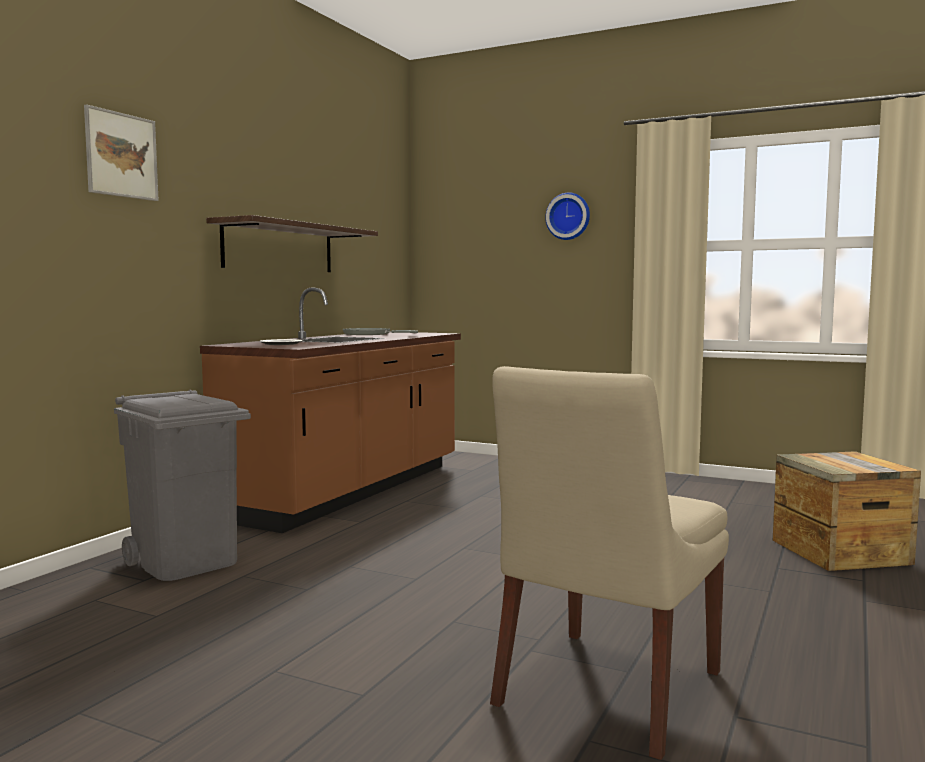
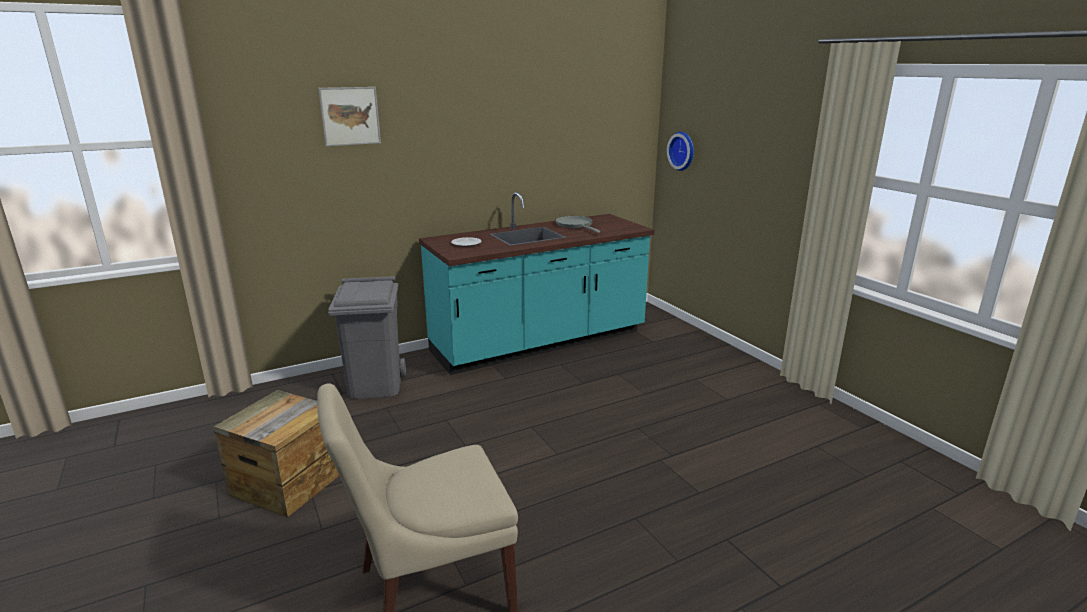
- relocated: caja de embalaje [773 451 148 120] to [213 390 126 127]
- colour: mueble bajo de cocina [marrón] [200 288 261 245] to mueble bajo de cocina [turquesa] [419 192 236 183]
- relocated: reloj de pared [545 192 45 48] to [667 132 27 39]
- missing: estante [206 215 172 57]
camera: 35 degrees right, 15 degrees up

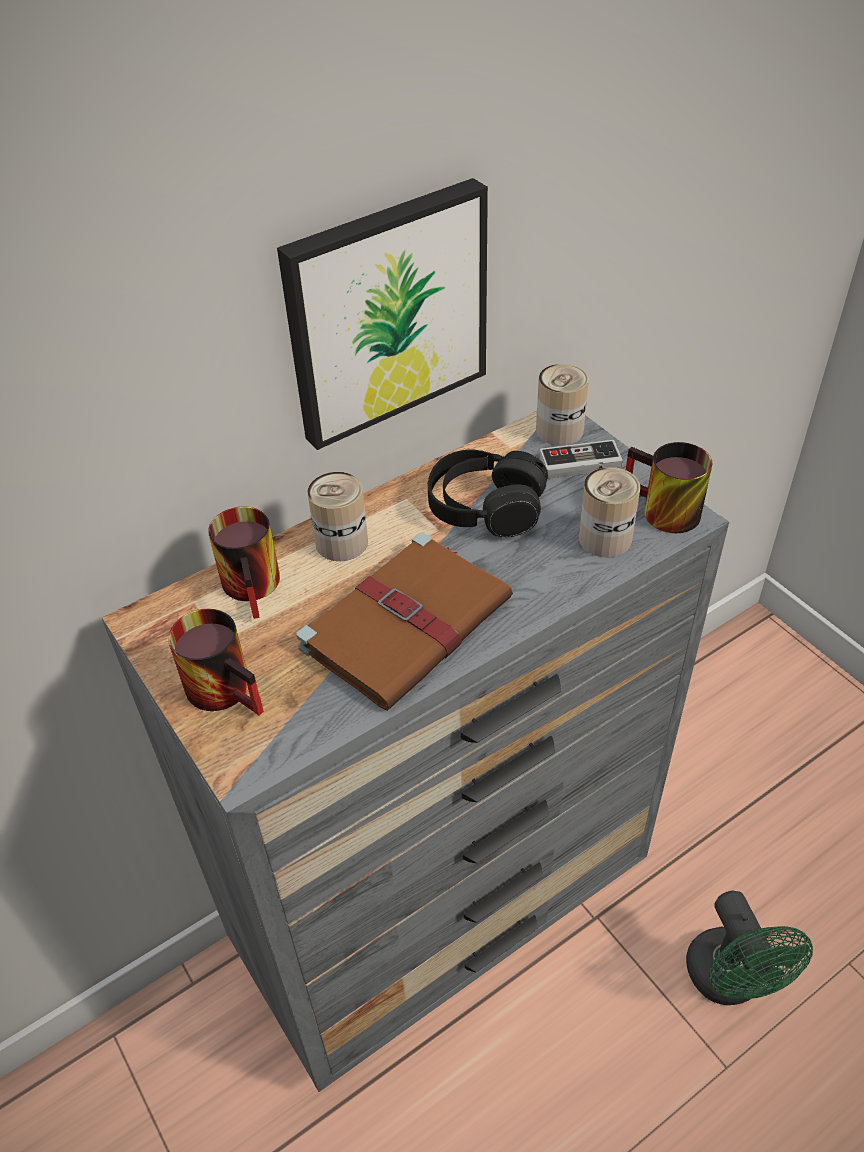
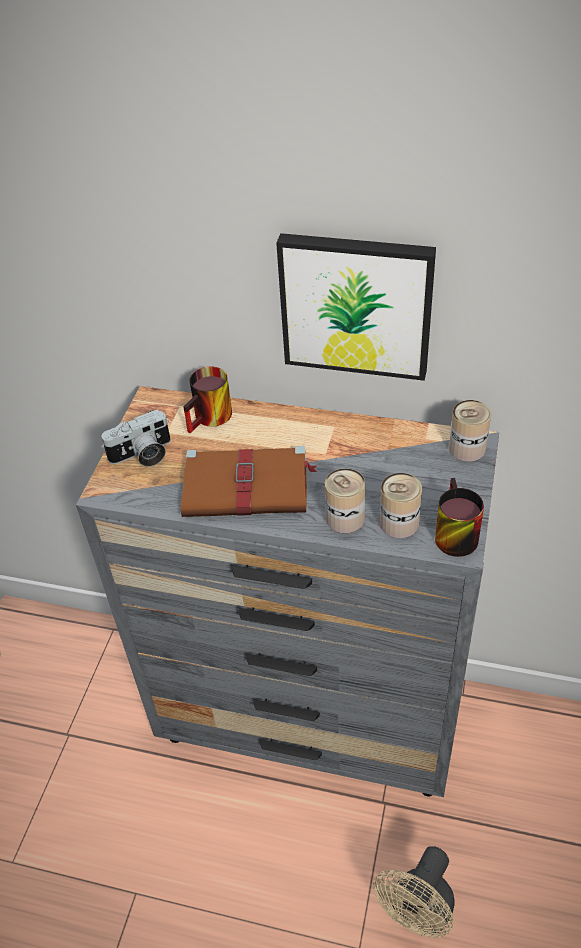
- exchanged: taza grande [168 609 96 107] to cámara [101 409 70 58]
- relocated: lata [307 472 61 89] to [325 468 40 65]
- colour: ventilador [verde] [686 891 127 114] to ventilador [beis] [373 846 81 92]
- missing: auriculares [negro] [428 450 120 87]
- missing: mando de consola [539 440 84 39]
camera: 50 degrees right, 0 degrees up

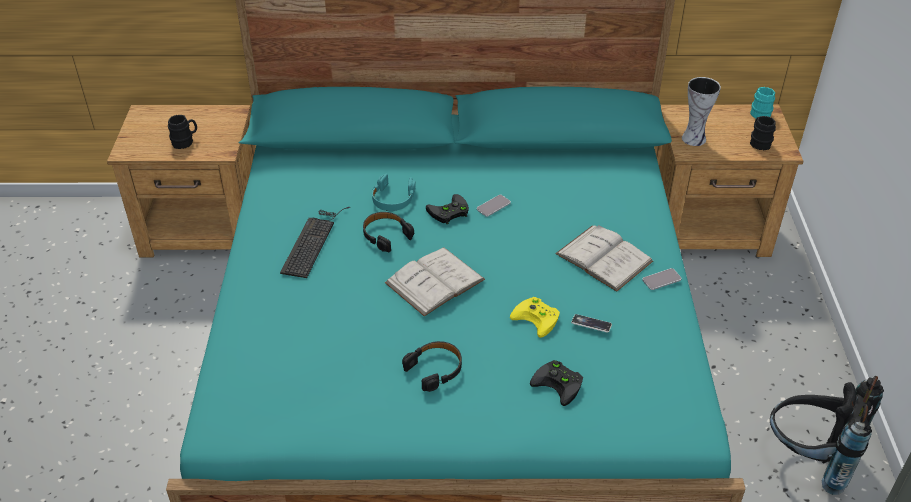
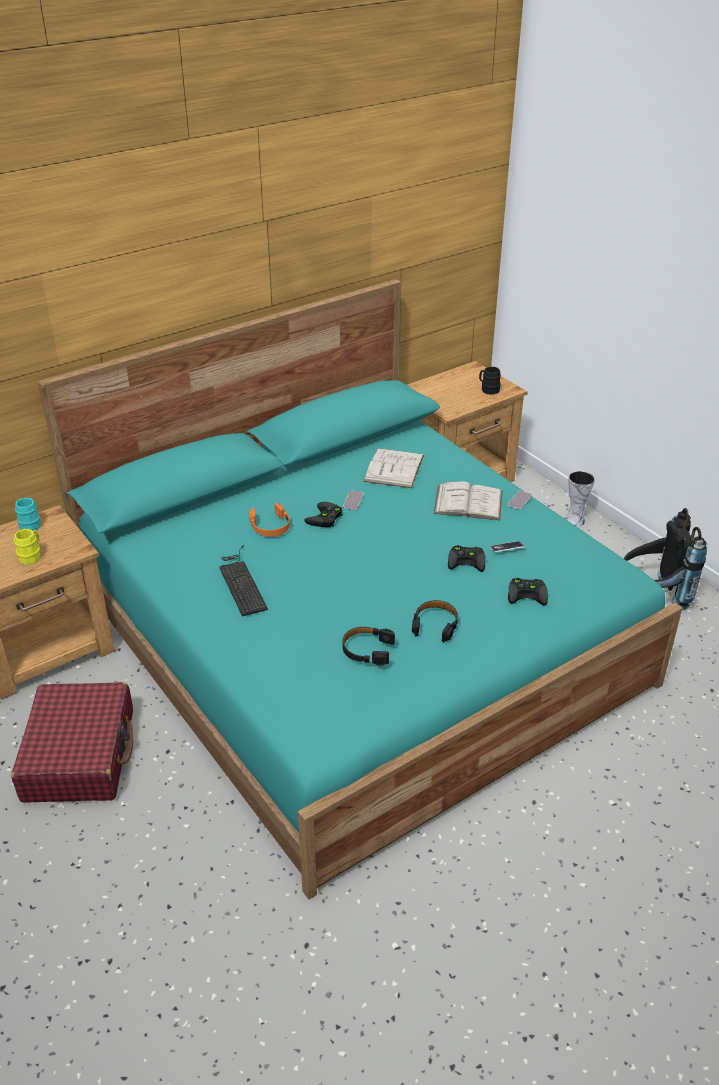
- appeared: maleta [rojo] [11 682 122 121]
- colour: taza grande [negro] [168 115 29 34] to taza grande [amarillo] [14 529 27 36]
- relocated: taza grande [turquesa] [750 87 25 31] to [15 498 26 33]
- colour: auriculares [turquesa] [372 174 44 37] to auriculares [naranja] [249 503 41 34]
- relocated: auriculares [negro] [363 212 51 40] to [343 627 52 39]
- relocated: libro [blanco] [385 248 100 68] to [364 448 60 40]
- colour: mando de consola [amarillo] [510 297 50 41] to mando de consola [negro] [448 545 38 27]
- relocated: florero [682 77 39 69] to [565 471 30 55]
camera: 35 degrees left, 5 degrees down

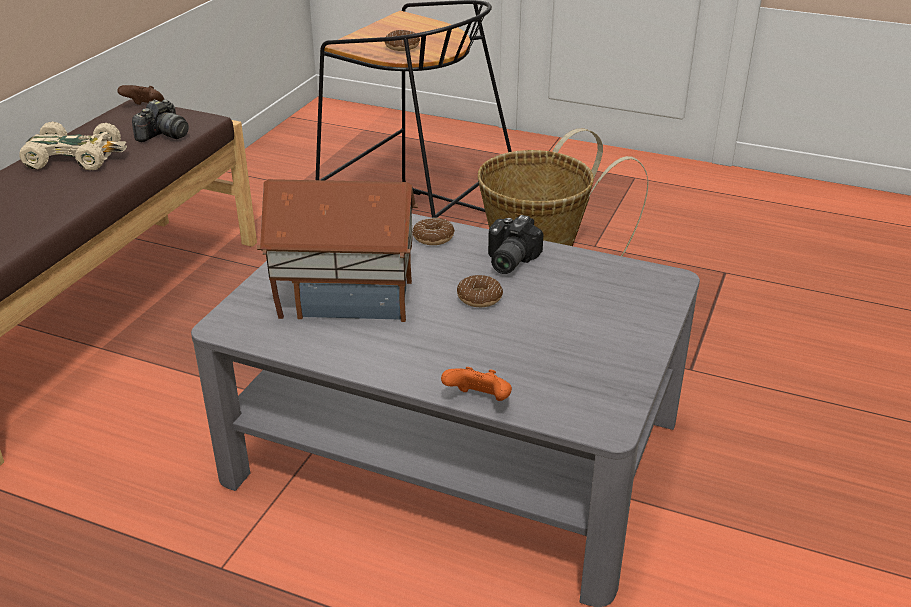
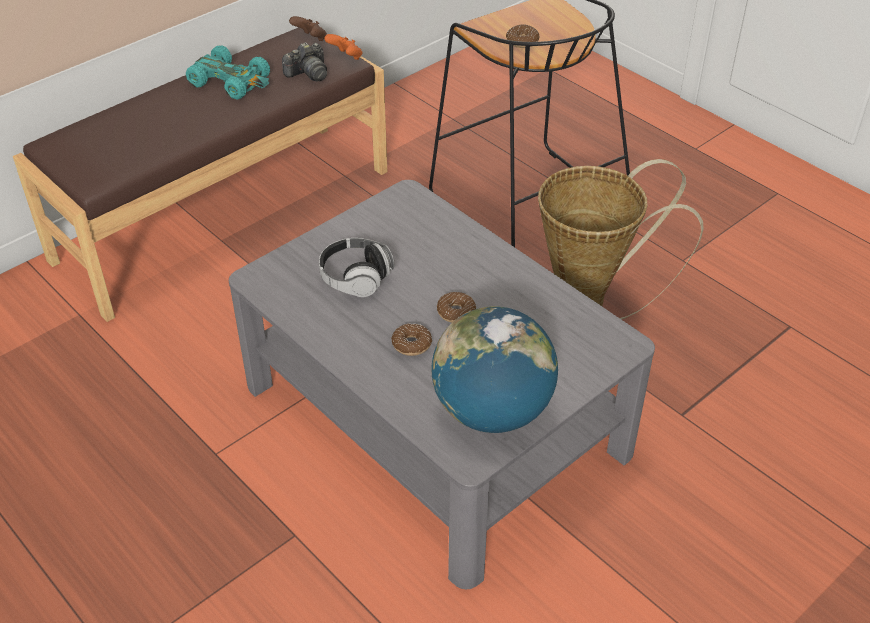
- colour: coche de juguete [beis] [19 122 108 48] to coche de juguete [turquesa] [186 46 84 54]
- exchanged: casita [257 179 161 143] to auriculares [319 238 76 59]
- relocated: mando de consola [naranja] [441 367 71 34] to [324 34 38 26]
- relocated: rosquilla [412 218 43 27] to [391 323 41 33]
- appeared: globo terráqueo [432 306 126 127]
- missing: cámara [488 215 56 59]
camera: 25 degrees right, 10 degrees up

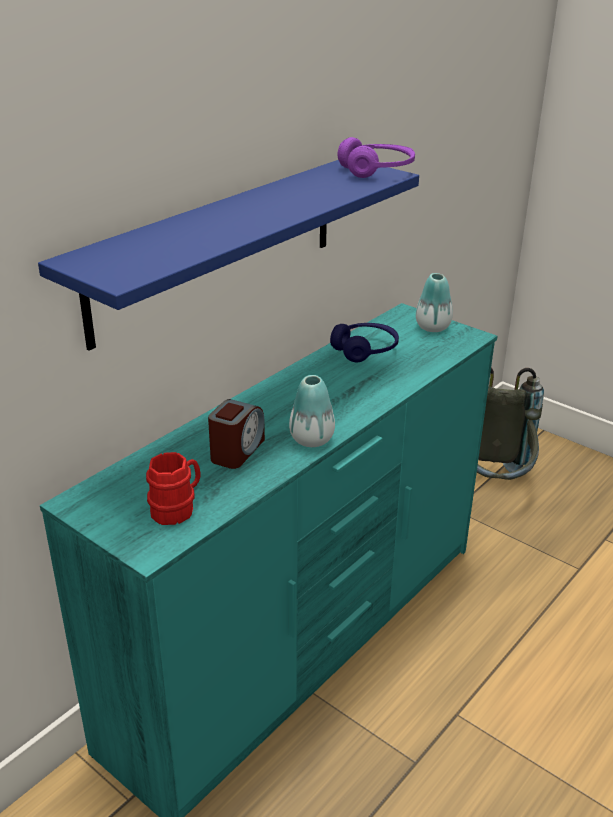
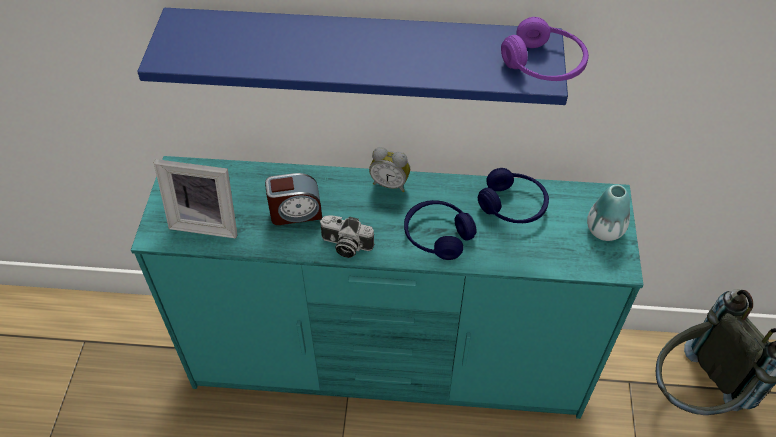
- exchanged: taza grande [rojo] [146 452 55 73] to portarretratos [154 159 84 79]
- exchanged: florero [289 375 46 72] to cámara [320 215 54 43]
- appeared: despertador [369 147 41 45]
- appeared: auriculares [azul] [404 200 73 60]
camera: 55 degrees right, 20 degrees up

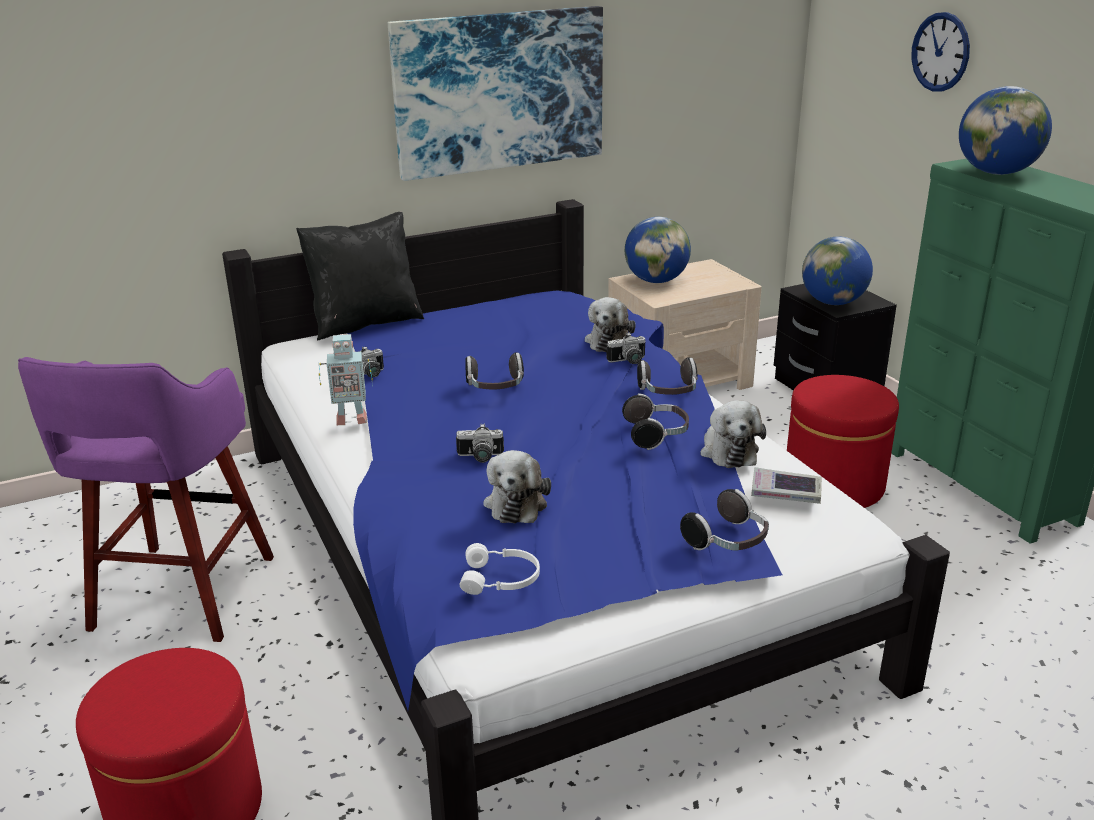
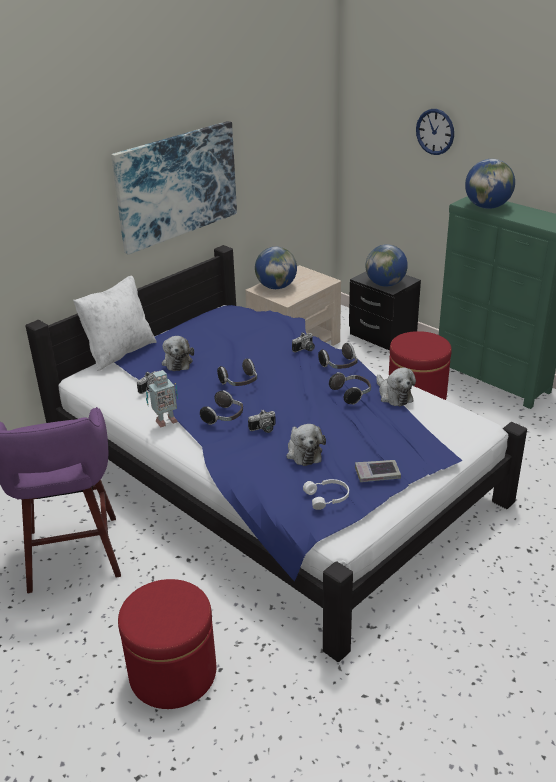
- colour: cojín [negro] [296 212 128 128] to cojín [blanco] [73 275 83 96]
- relocated: peluche [585 297 51 55] to [162 336 32 35]
- relocated: auriculares [680 489 89 61] to [200 390 43 35]
- relocated: libro [751 467 71 37] to [355 460 46 22]
camera: 20 degrees left, 5 degrees up

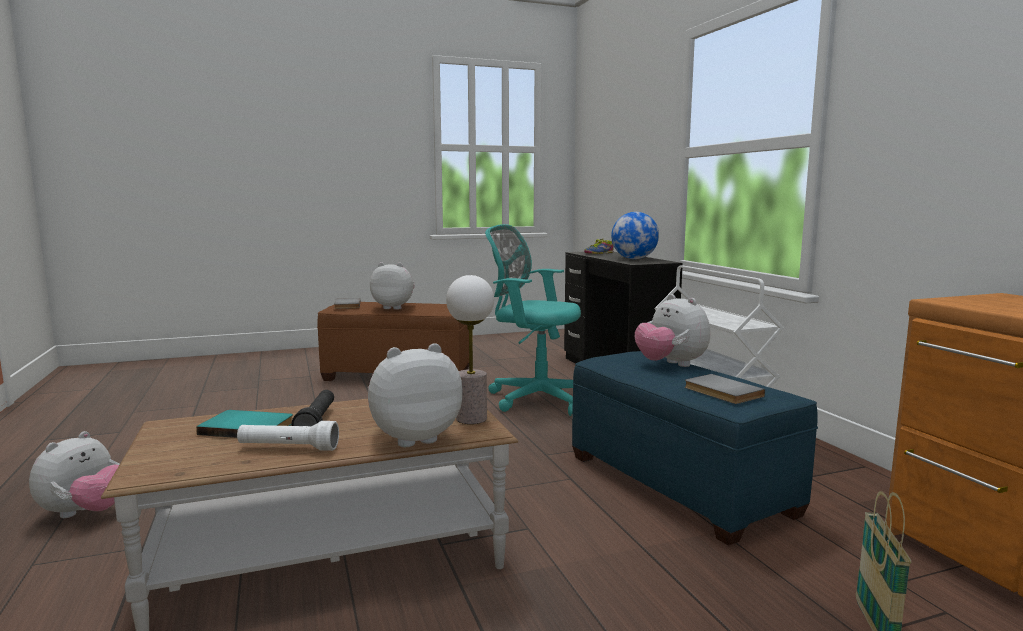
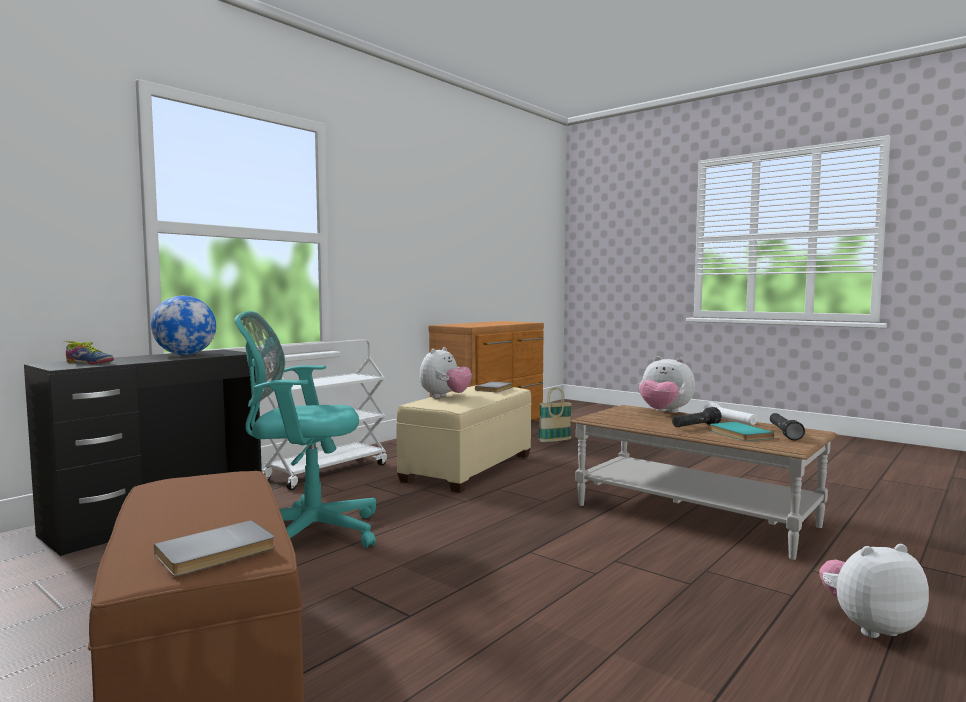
- spun: silla de oficina [turquesa] [485 224 96 192] = [234 311 142 237] 90 degrees clockwise
- colour: puf [azul] [572 351 246 195] to puf [beis] [396 385 136 108]
- appeared: linterna [negro] [770 413 35 28]
- missing: peluche [370 262 45 48]
- missing: lámpara de mesa [446 275 48 149]
camera: 120 degrees left, 5 degrees down

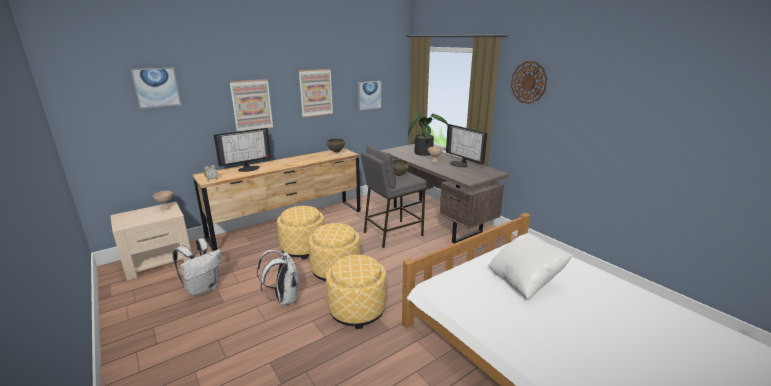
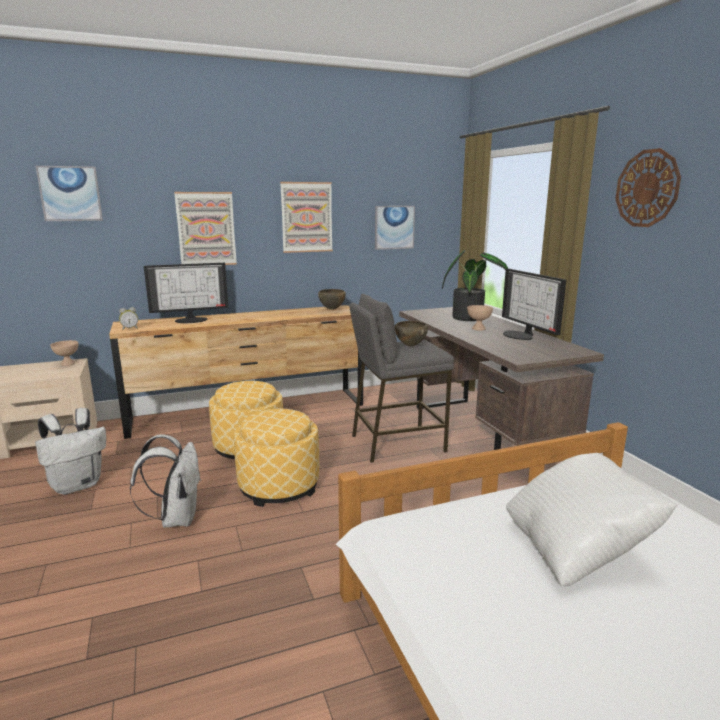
- missing: puf [326 255 60 74]
camera: 15 degrees right, 5 degrees down

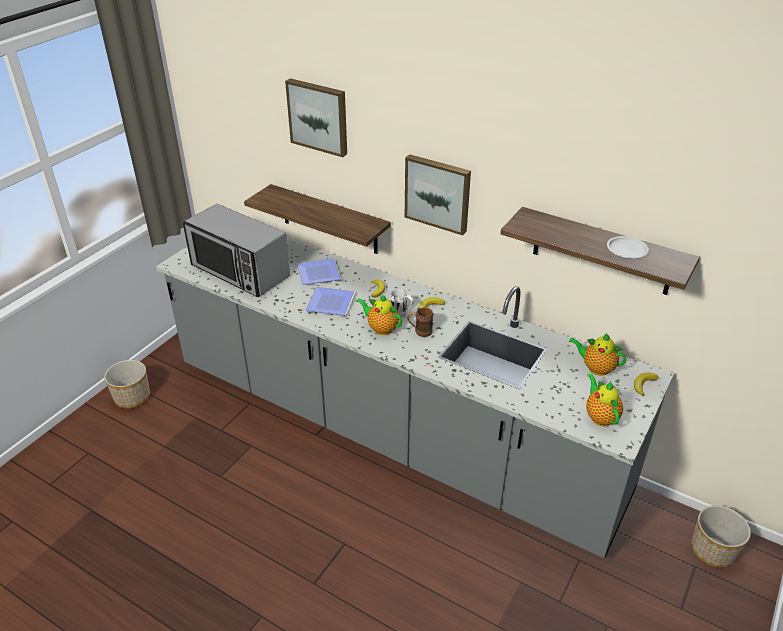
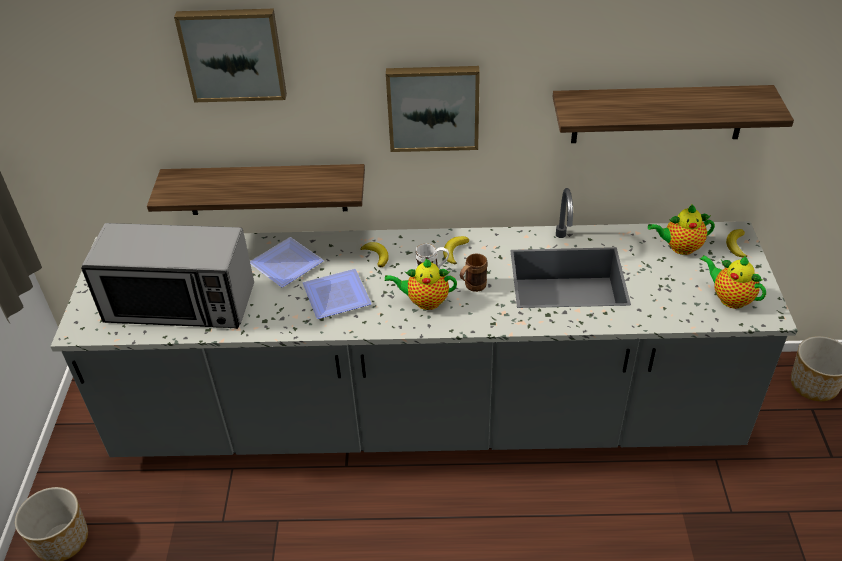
- missing: plato [blanco] [607 236 42 22]
camera: 30 degrees left, 5 degrees up

